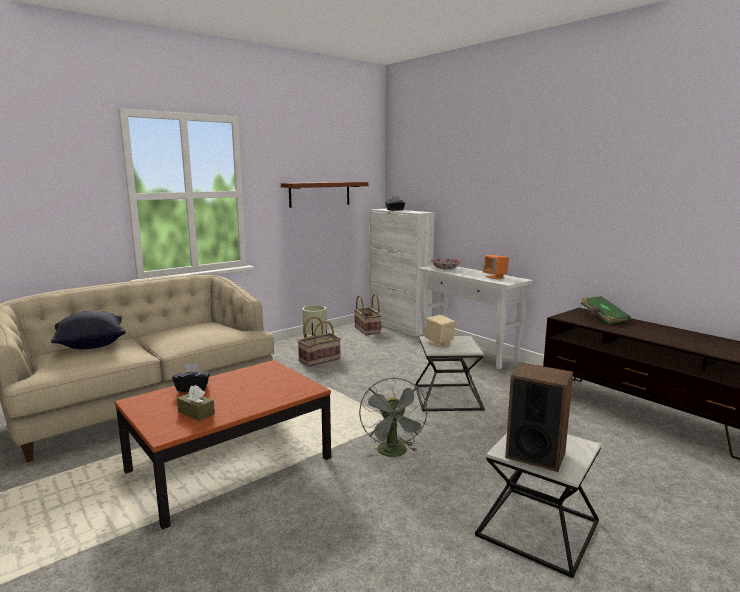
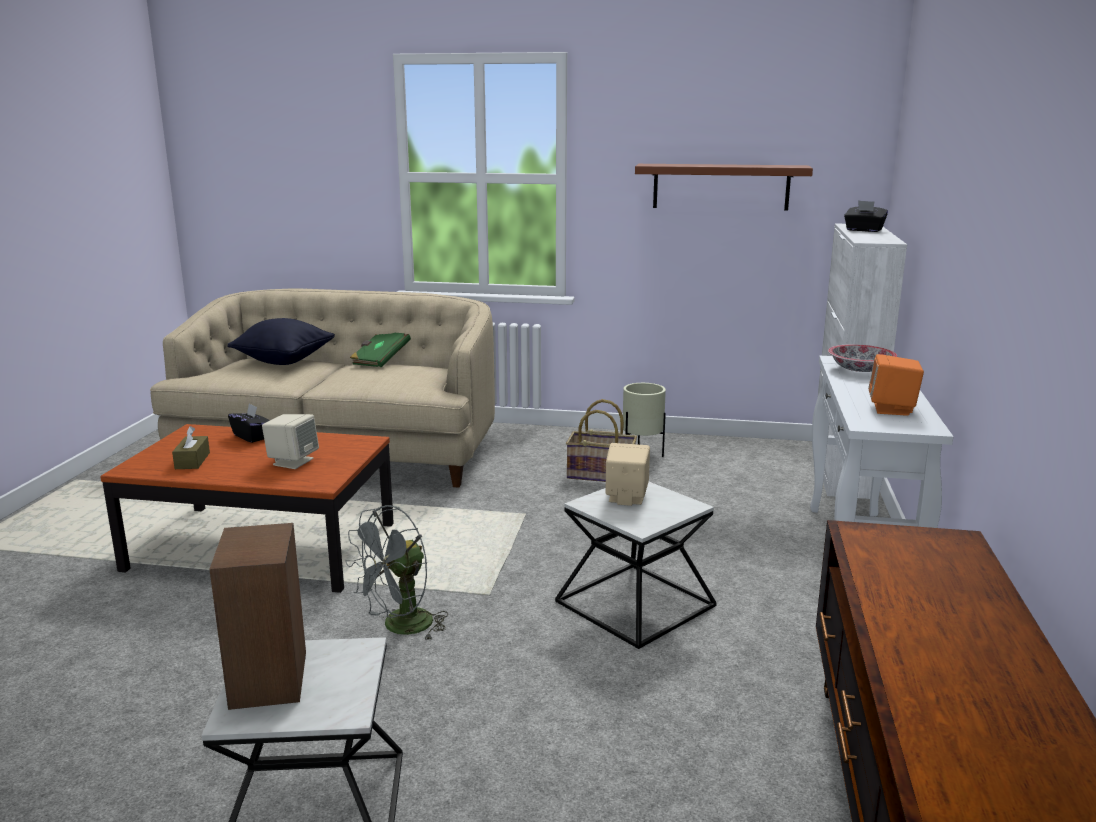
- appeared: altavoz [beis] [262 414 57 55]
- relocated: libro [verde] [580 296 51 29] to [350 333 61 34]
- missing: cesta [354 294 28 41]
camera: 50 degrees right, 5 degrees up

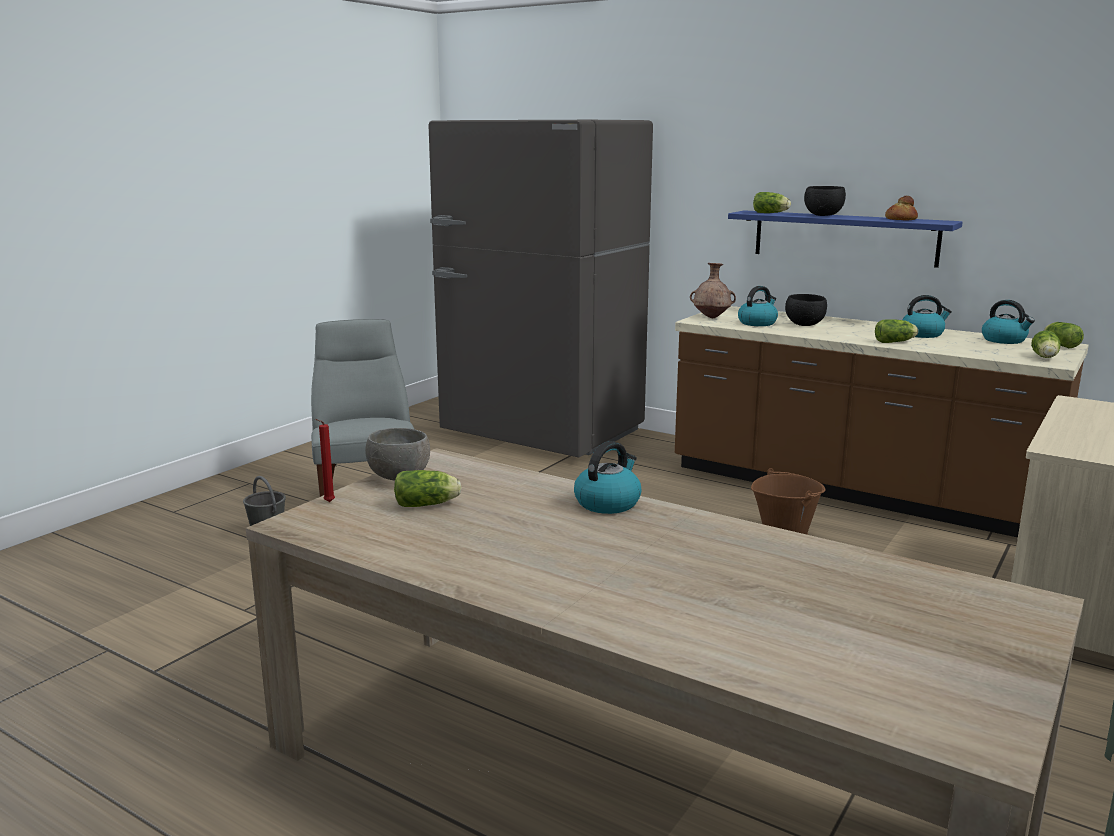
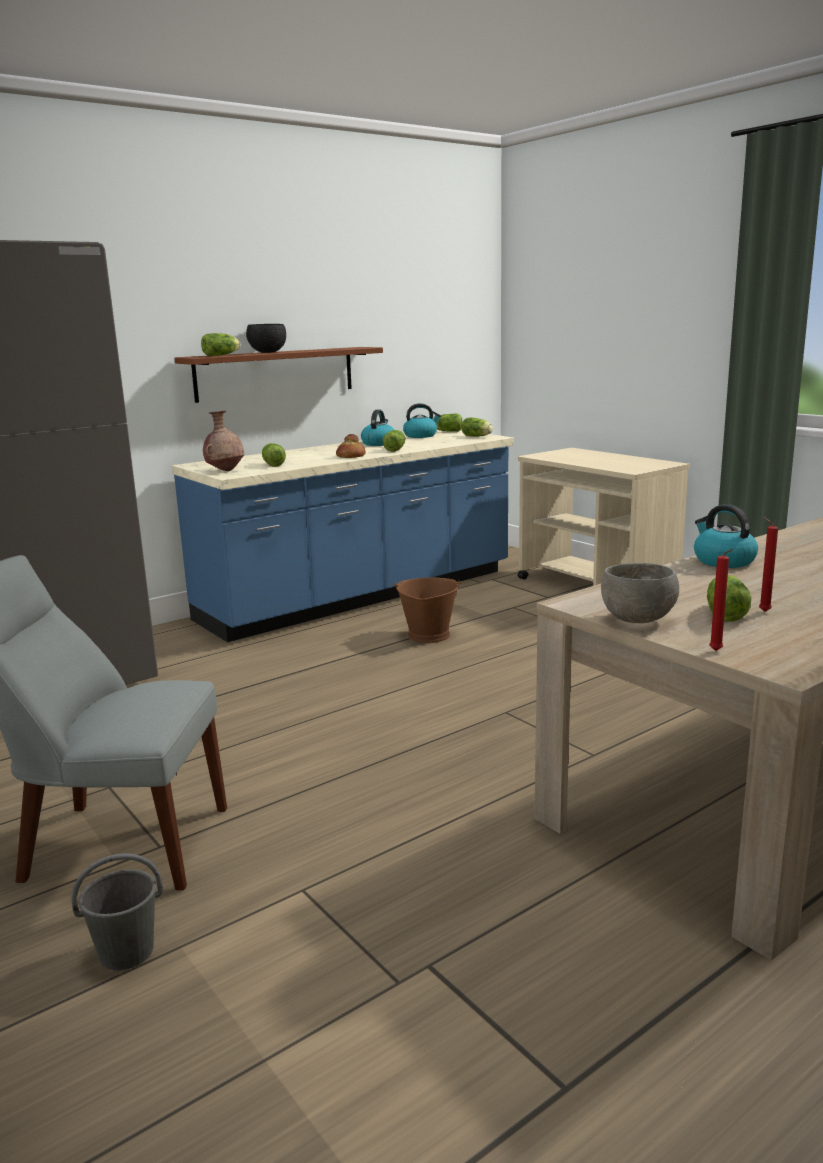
- colour: mueble bajo de cocina [marrón] [675 306 414 231] to mueble bajo de cocina [azul] [172 430 342 212]
- colour: estante [azul] [728 210 235 58] to estante [marrón] [174 347 209 56]
- exchanged: hervidor [738 286 40 40] to lechuga [262 443 24 24]
- relocated: pan [885 196 33 24] to [336 434 30 24]
- appeared: vela [rojo] [759 516 19 96]
- missing: cuenco [negro] [785 294 42 32]
camera: 70 degrees left, 0 degrees up

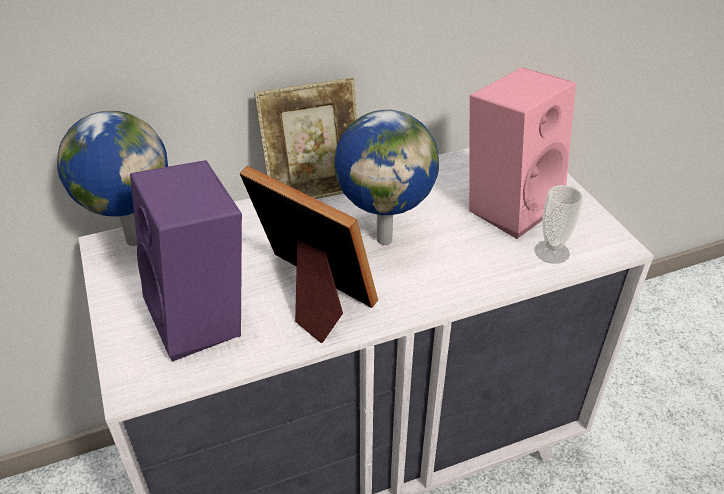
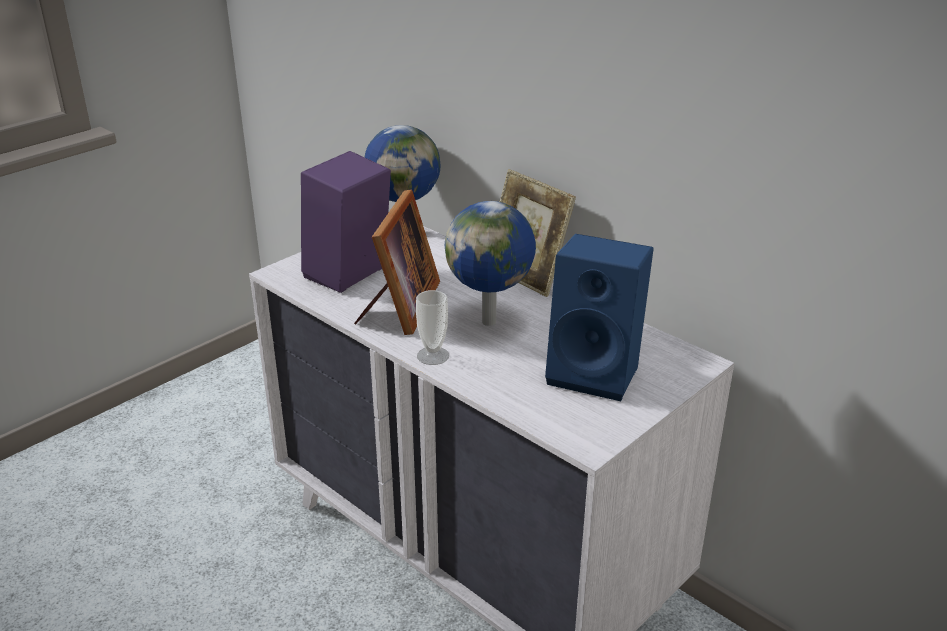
- relocated: taza [535 185 48 79] to [416 290 33 75]
- colour: altavoz [rosa] [469 67 107 172] to altavoz [azul] [545 234 109 167]
camera: 65 degrees right, 10 degrees down

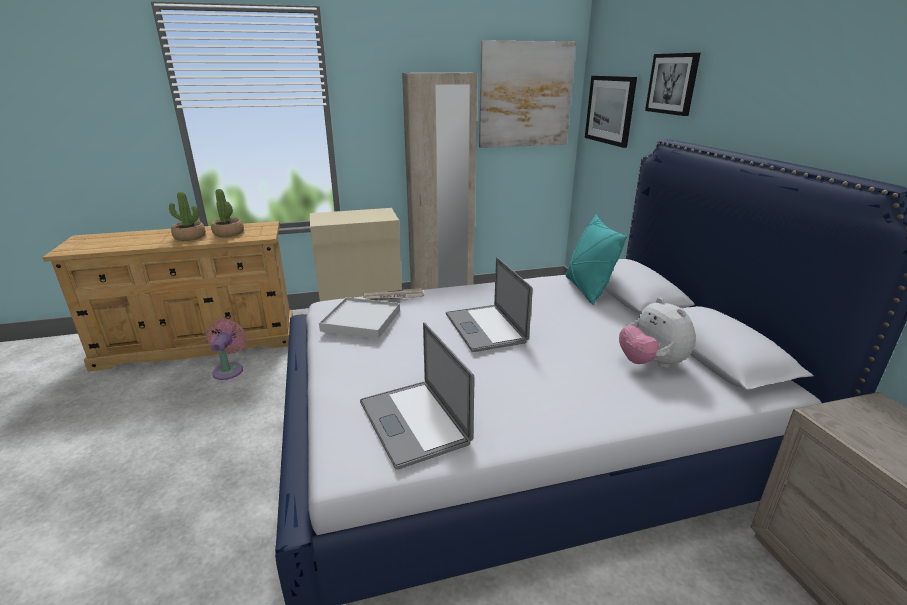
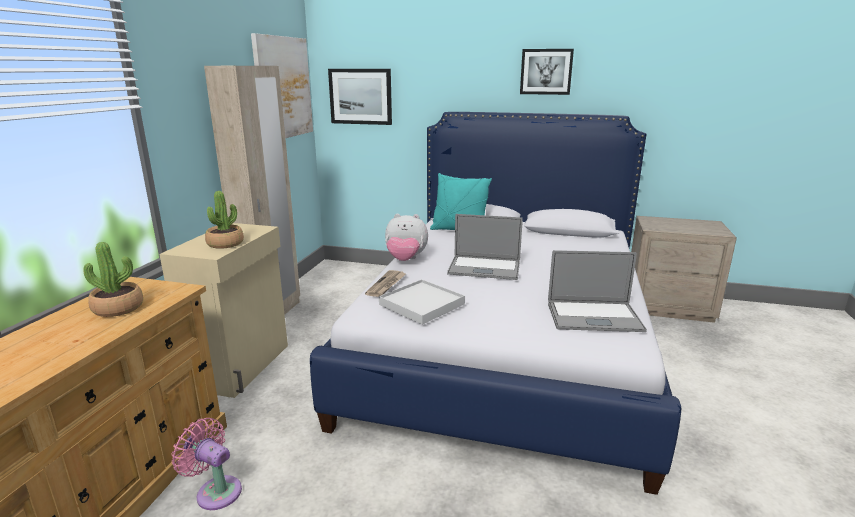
- relocated: planta en maceta [169 192 37 49] to [205 191 39 58]
- relocated: peluche [619 298 77 70] to [385 214 43 47]
- relocated: cuadro [645 53 56 63] to [520 49 54 46]
camera: 60 degrees left, 5 degrees down

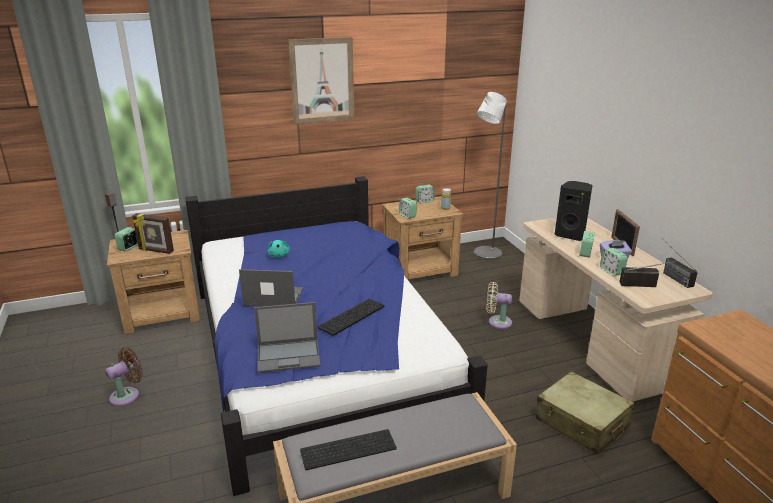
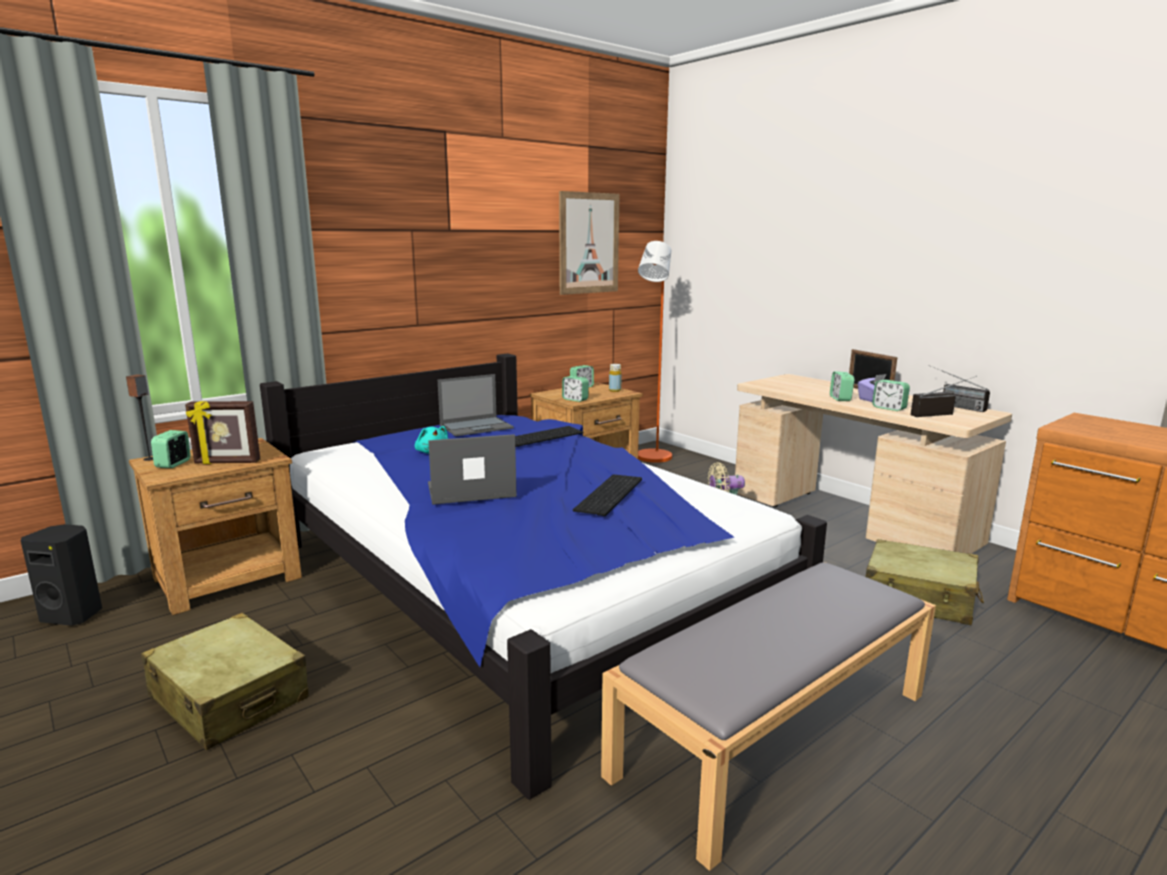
- relocated: altavoz [negro] [555 181 38 60] to [20 524 82 102]
- exchanged: ventilador [marrón] [105 347 38 60] to maleta [beis] [141 612 168 138]
- relocated: portátil [254 302 66 71] to [438 374 76 63]
- relocated: teclado [300 429 97 41] to [515 426 68 21]
- relocated: cuadro [288 37 66 88] to [559 191 61 104]
- colour: lámpara de pie [gris] [474 92 33 168] to lámpara de pie [naranja] [638 241 34 222]
camera: 20 degrees left, 10 degrees down

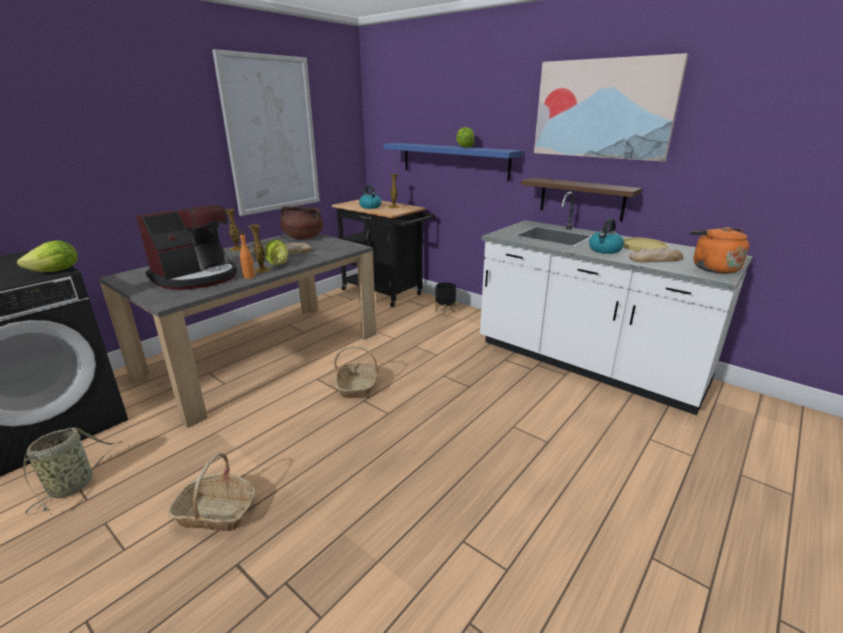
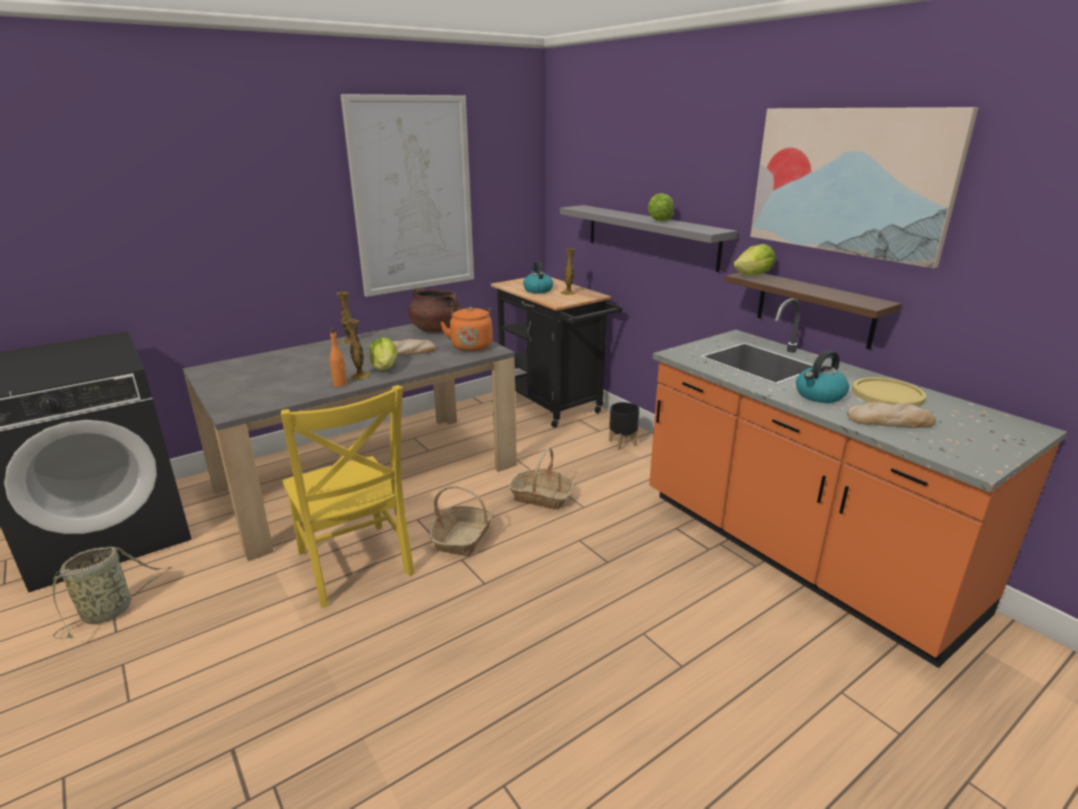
- appeared: silla [amarillo] [281 385 134 223]
- relocated: hervidor [naranja] [690 227 59 47] to [440 307 53 44]
- relocated: cesta [168 453 88 78] to [509 448 65 62]
- colour: estante [azul] [383 143 139 38] to estante [gris] [560 205 177 67]
- colour: mueble bajo de cocina [blanco] [480 192 273 223] to mueble bajo de cocina [naranja] [649 298 418 370]
- relocated: lechuga [17 240 61 32] to [734 244 42 31]
- missing: cafetera [136 205 101 85]
camera: 15 degrees right, 0 degrees up

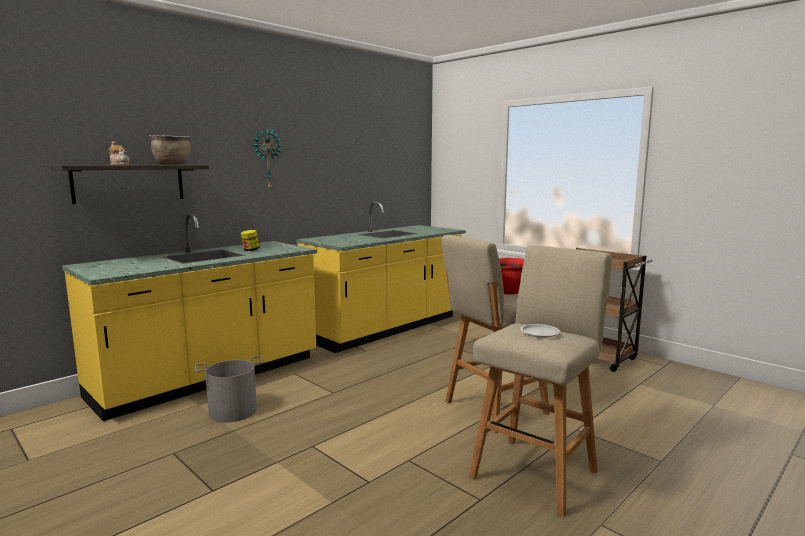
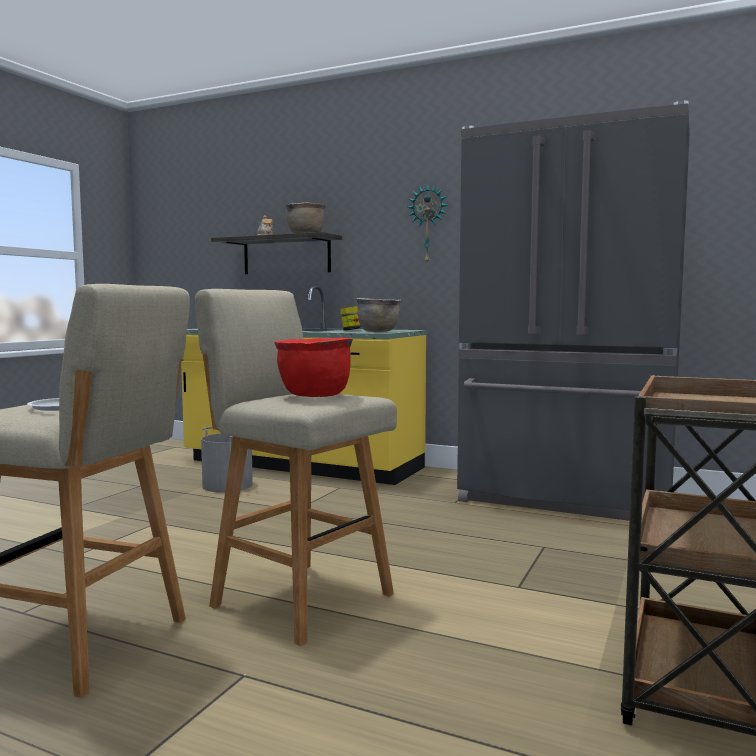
- appeared: olla [marrón] [356 298 45 34]
- exchanged: mueble bajo de cocina [amarillo] [296 202 170 151] to nevera [gris] [457 100 233 421]
camera: 70 degrees right, 5 degrees down

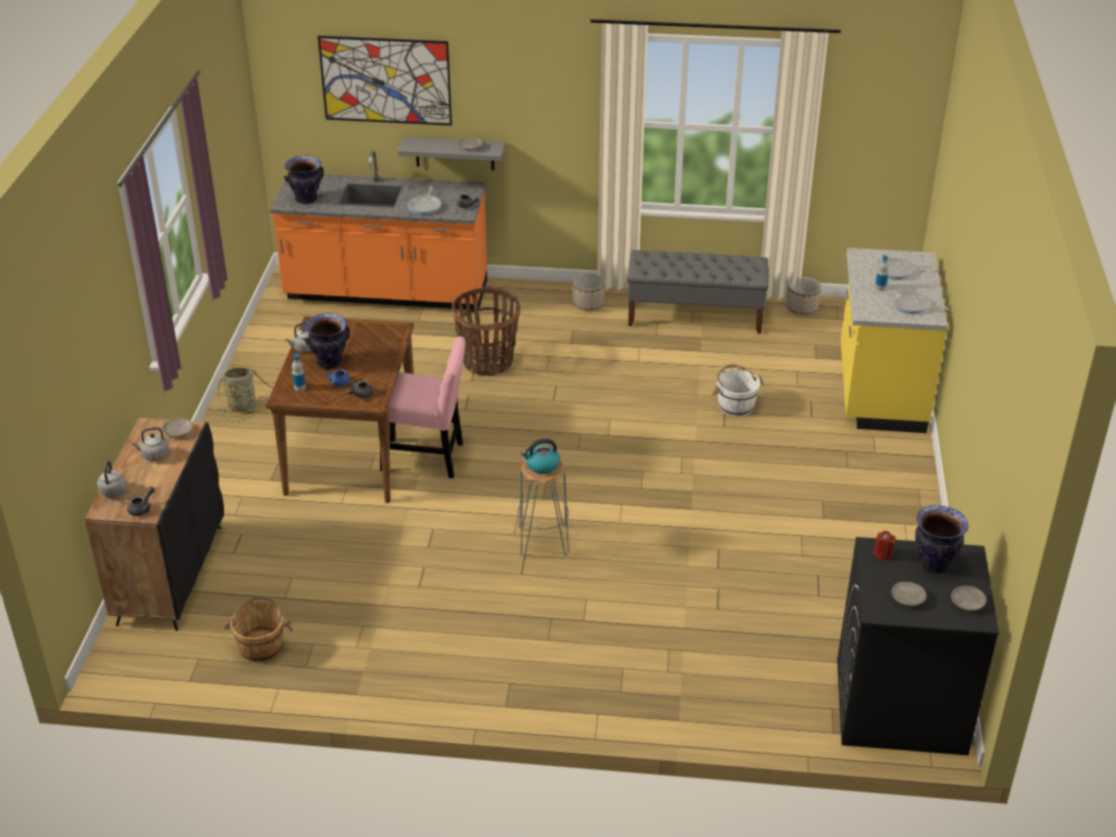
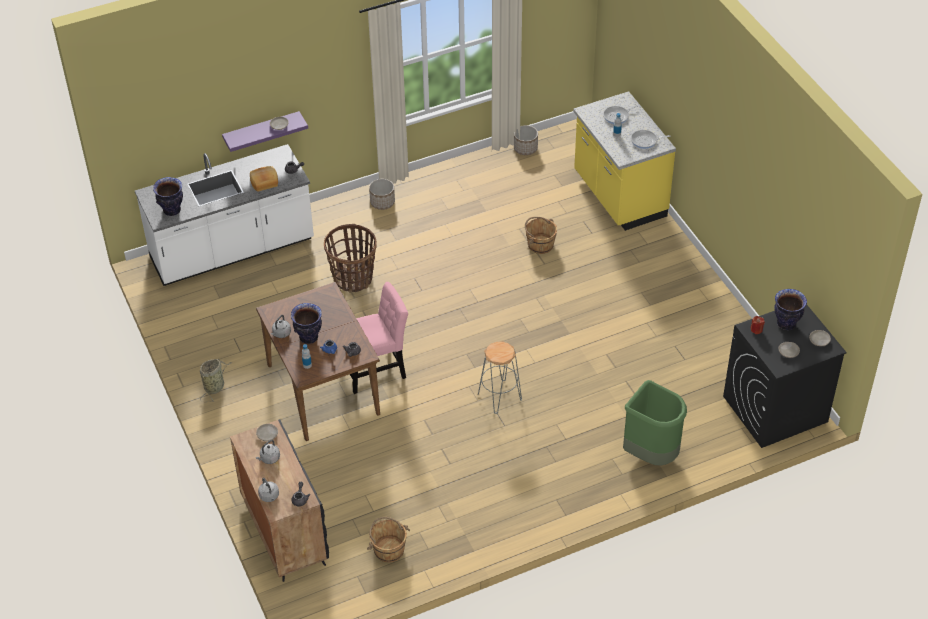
- colour: mueble bajo de cocina [naranja] [270 151 217 159] to mueble bajo de cocina [blanco] [135 144 179 142]
- colour: estante [gris] [398 137 107 33] to estante [morado] [222 111 86 41]
- exchanged: sartén [408 186 33 29] to pan [250 166 28 26]
- colour: cubo [blanco] [712 364 52 53] to cubo [marrón] [525 217 32 37]
- appeared: papelera [verde] [623 380 64 85]
- missing: cuadro [318 36 134 90]
- missing: hervidor [521 439 39 35]
- missing: banco [gris] [627 250 141 84]
camera: 30 degrees left, 10 degrees up

